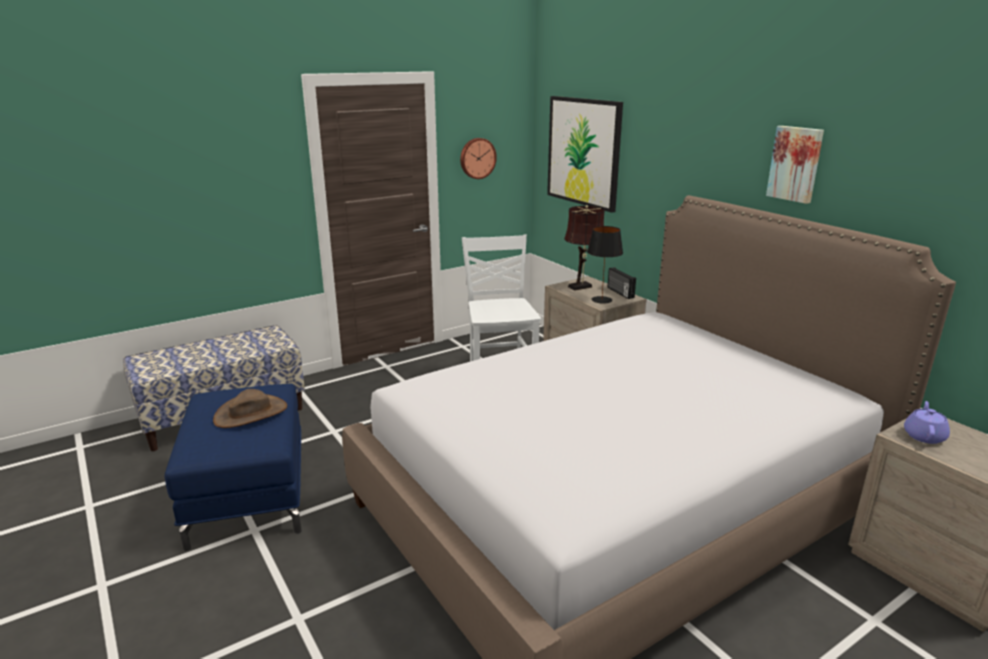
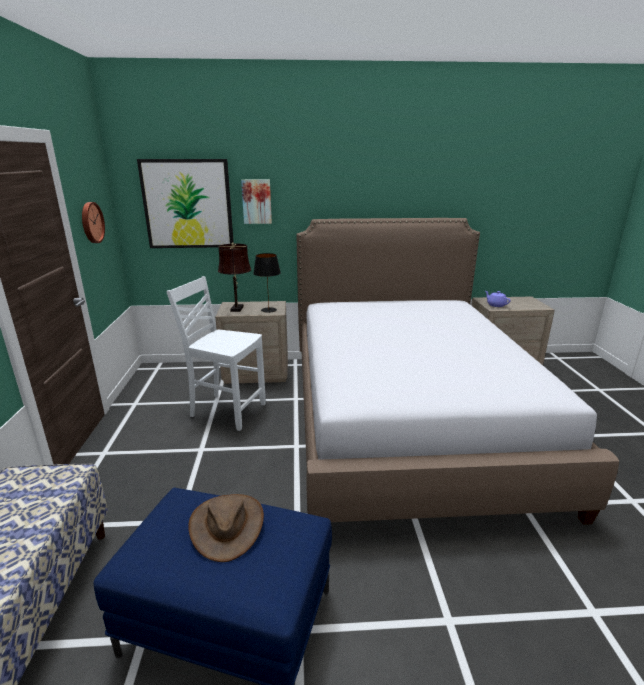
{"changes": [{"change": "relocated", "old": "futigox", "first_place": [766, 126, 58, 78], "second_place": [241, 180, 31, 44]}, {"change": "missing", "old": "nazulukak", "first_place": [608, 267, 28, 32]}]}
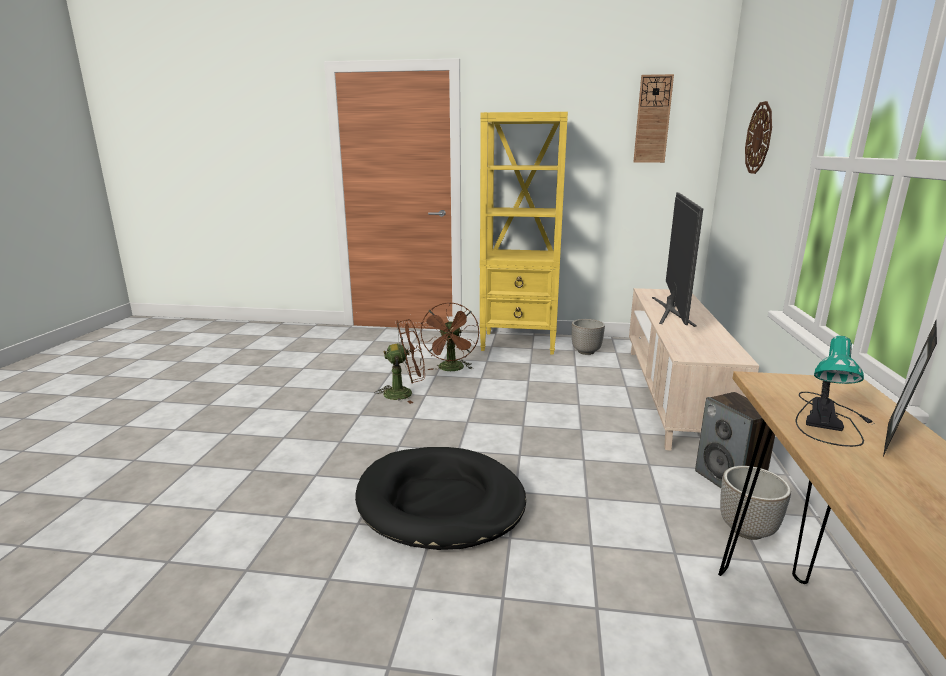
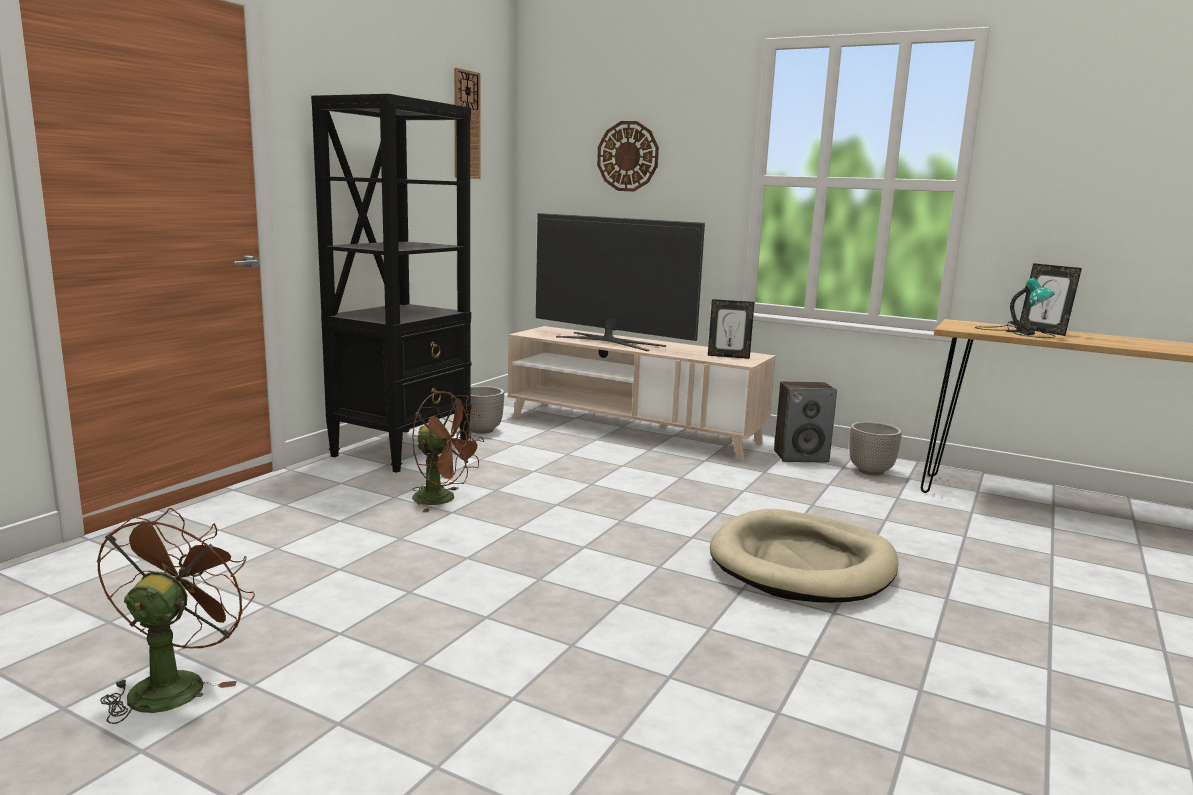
{"changes": [{"change": "colour", "old": "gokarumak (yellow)", "new": "gokarumak (black)", "first_place": [480, 112, 88, 243], "second_place": [311, 94, 160, 379]}, {"change": "relocated", "old": "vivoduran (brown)", "first_place": [374, 319, 51, 85], "second_place": [97, 508, 158, 216]}, {"change": "colour", "old": "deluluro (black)", "new": "deluluro (beige)", "first_place": [355, 447, 171, 103], "second_place": [710, 509, 188, 94]}, {"change": "appeared", "new": "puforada", "second_place": [708, 299, 46, 60]}]}
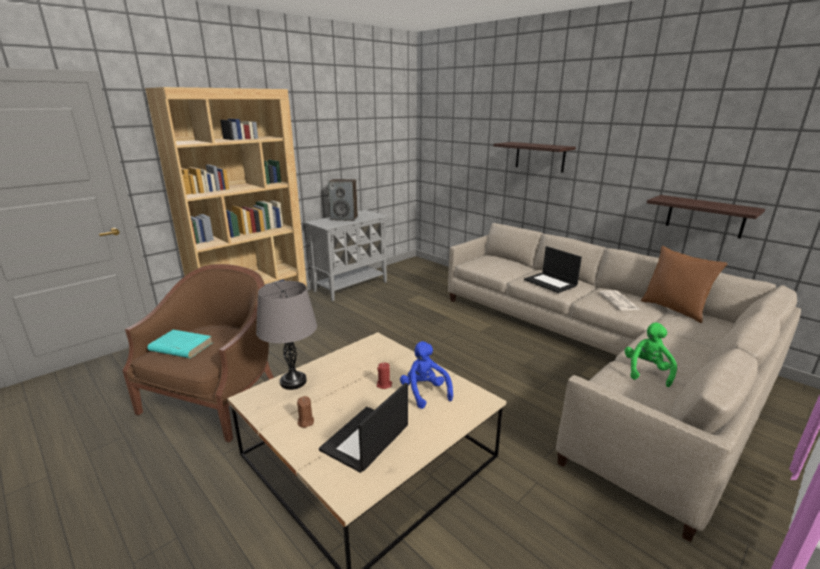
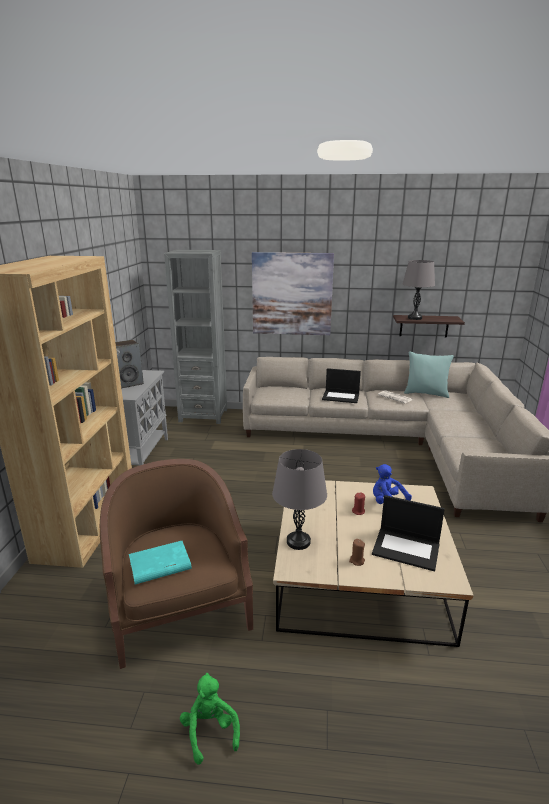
{"changes": [{"change": "exchanged", "old": "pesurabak", "new": "futigox", "first_place": [493, 142, 83, 31], "second_place": [252, 252, 82, 83]}, {"change": "colour", "old": "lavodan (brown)", "new": "lavodan (turquoise)", "first_place": [641, 246, 87, 77], "second_place": [404, 351, 50, 47]}, {"change": "relocated", "old": "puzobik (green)", "first_place": [625, 322, 52, 65], "second_place": [180, 673, 60, 92]}, {"change": "spun", "old": "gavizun", "first_place": [319, 383, 89, 90], "second_place": [372, 495, 73, 77], "degrees": -60}, {"change": "appeared", "new": "gokarumak (grey)", "second_place": [164, 250, 63, 174]}, {"change": "appeared", "new": "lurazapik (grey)", "second_place": [403, 260, 32, 60]}]}
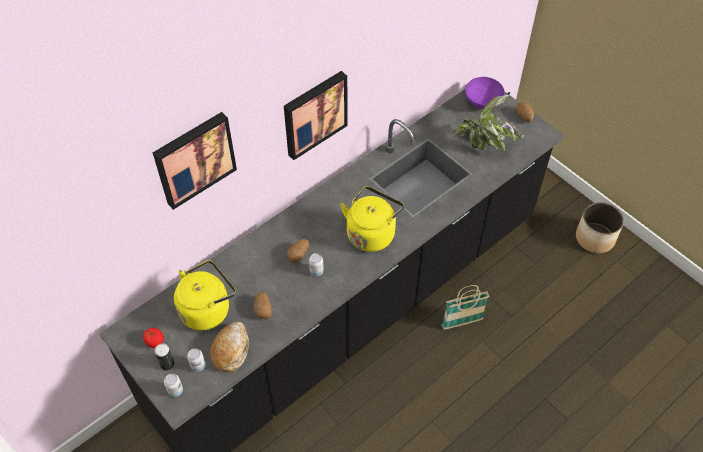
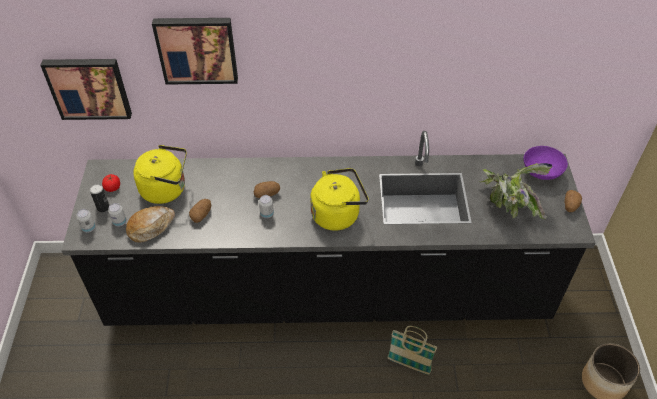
{"changes": [{"change": "relocated", "old": "futigox", "first_place": [284, 71, 64, 89], "second_place": [40, 59, 92, 61]}]}
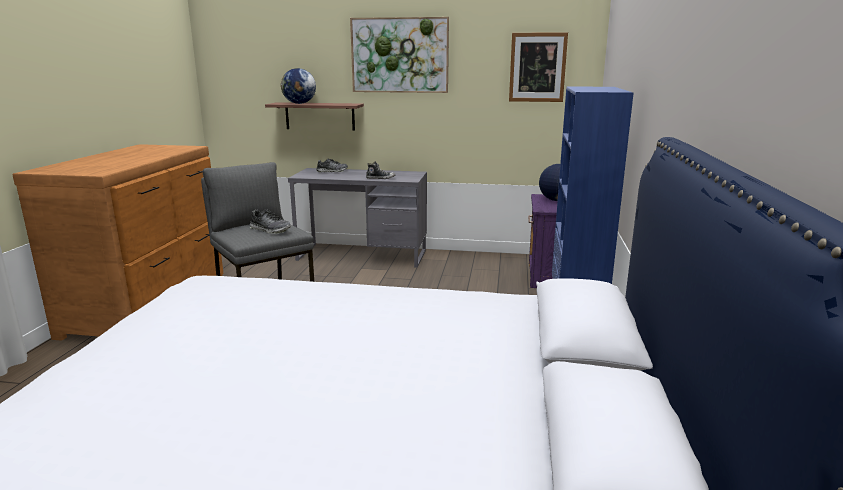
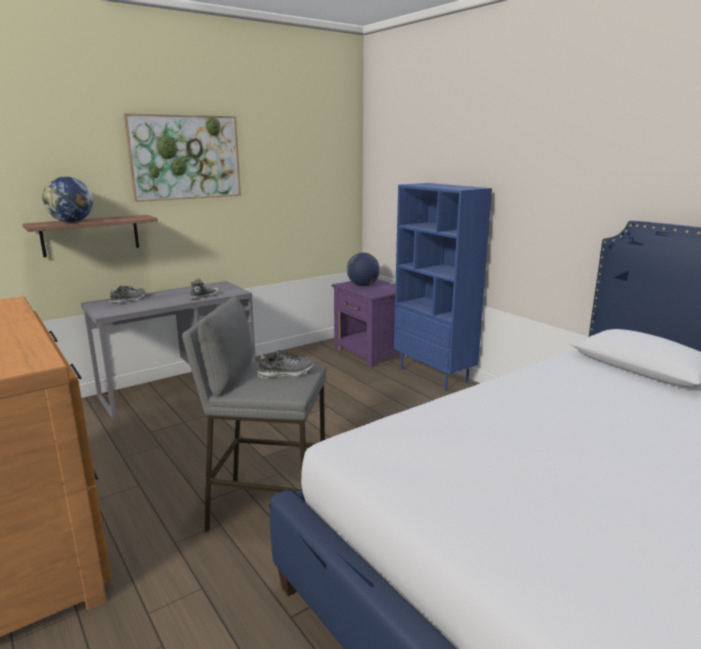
{"changes": [{"change": "missing", "old": "futigox", "first_place": [509, 32, 59, 70]}]}
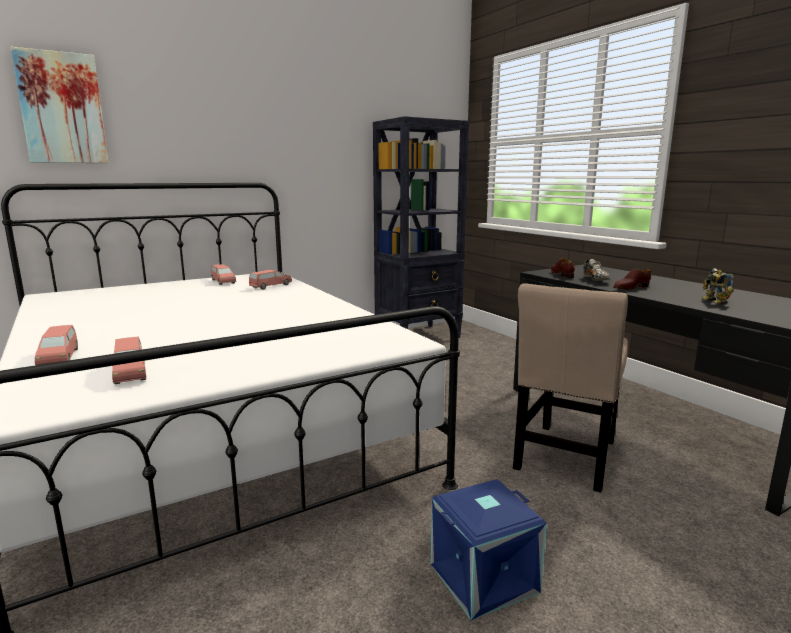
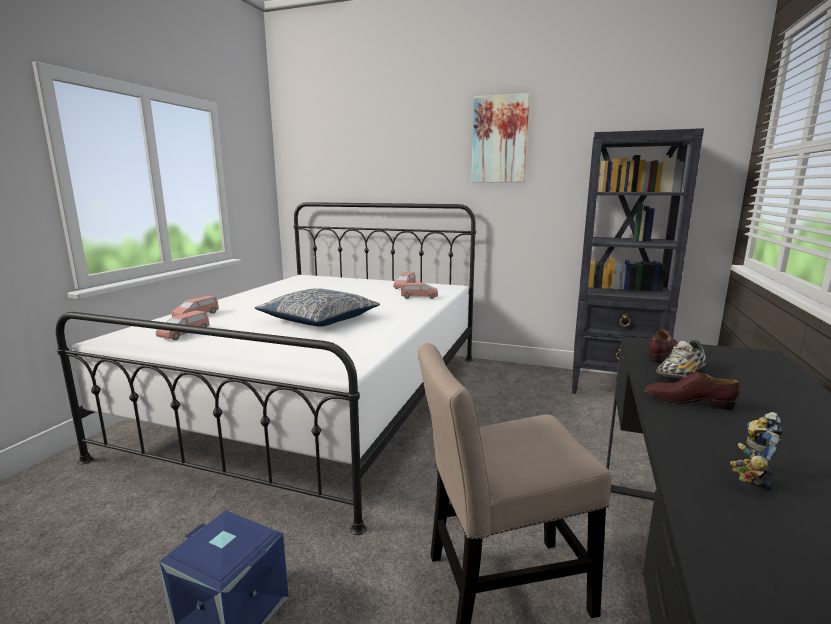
{"changes": [{"change": "relocated", "old": "futigox", "first_place": [11, 47, 97, 116], "second_place": [471, 93, 59, 89]}, {"change": "appeared", "new": "lavodan", "second_place": [255, 288, 125, 38]}]}
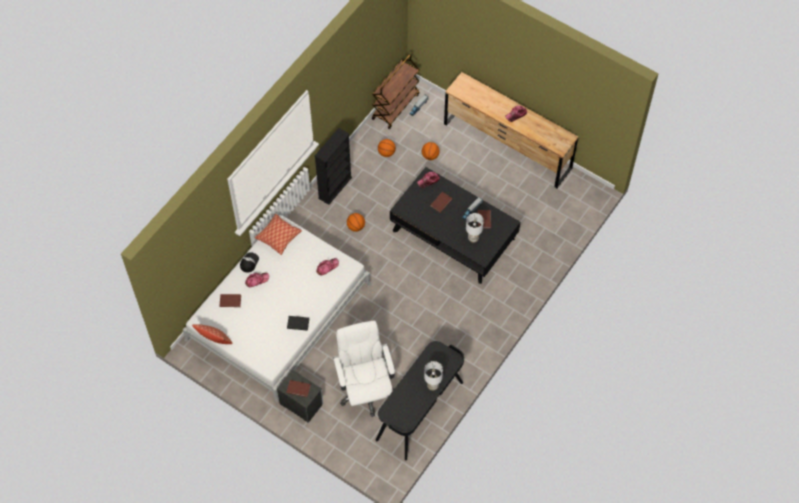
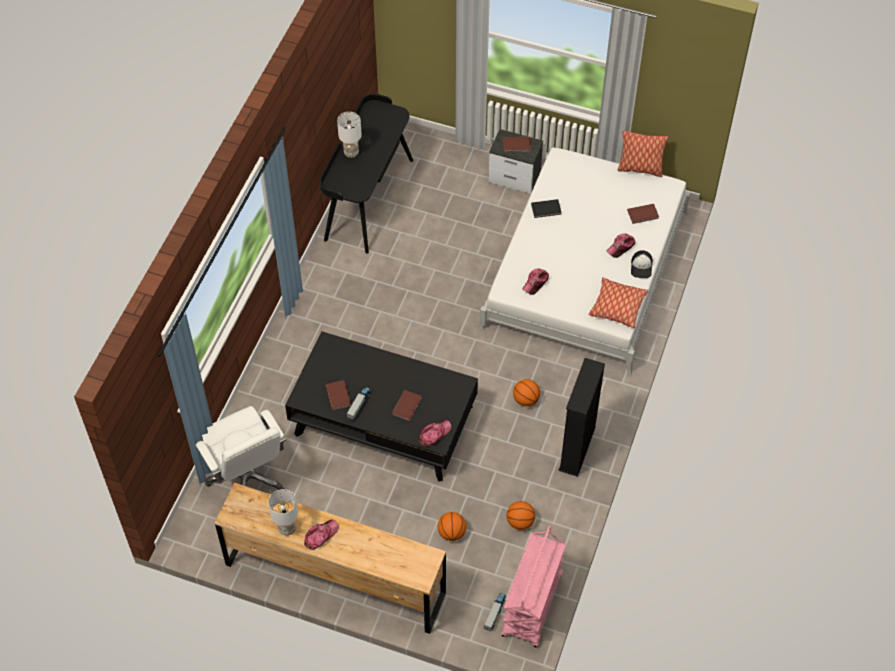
{"changes": [{"change": "colour", "old": "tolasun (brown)", "new": "tolasun (pink)", "first_place": [372, 55, 48, 74], "second_place": [501, 526, 65, 122]}, {"change": "relocated", "old": "lurazapik (white)", "first_place": [466, 213, 18, 30], "second_place": [268, 489, 30, 46]}, {"change": "relocated", "old": "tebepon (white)", "first_place": [333, 321, 62, 96], "second_place": [196, 406, 90, 84]}]}
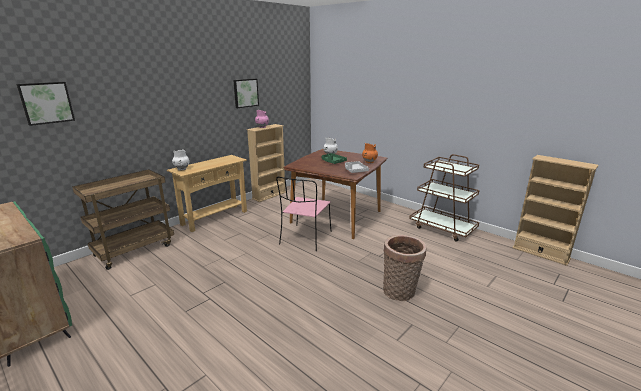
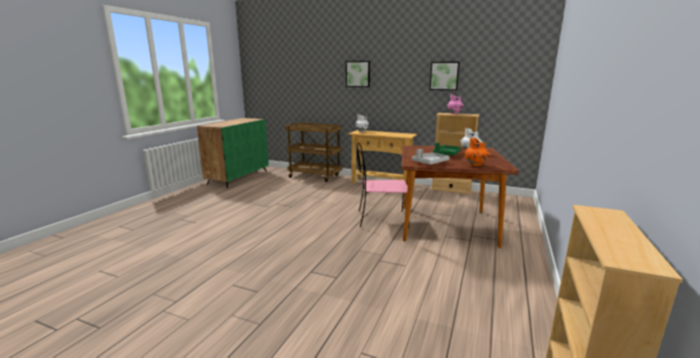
{"changes": [{"change": "relocated", "old": "futigox", "first_place": [17, 82, 58, 44], "second_place": [346, 61, 24, 26]}, {"change": "missing", "old": "tolasun (brown)", "first_place": [409, 154, 70, 87]}, {"change": "missing", "old": "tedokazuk", "first_place": [383, 235, 44, 66]}]}
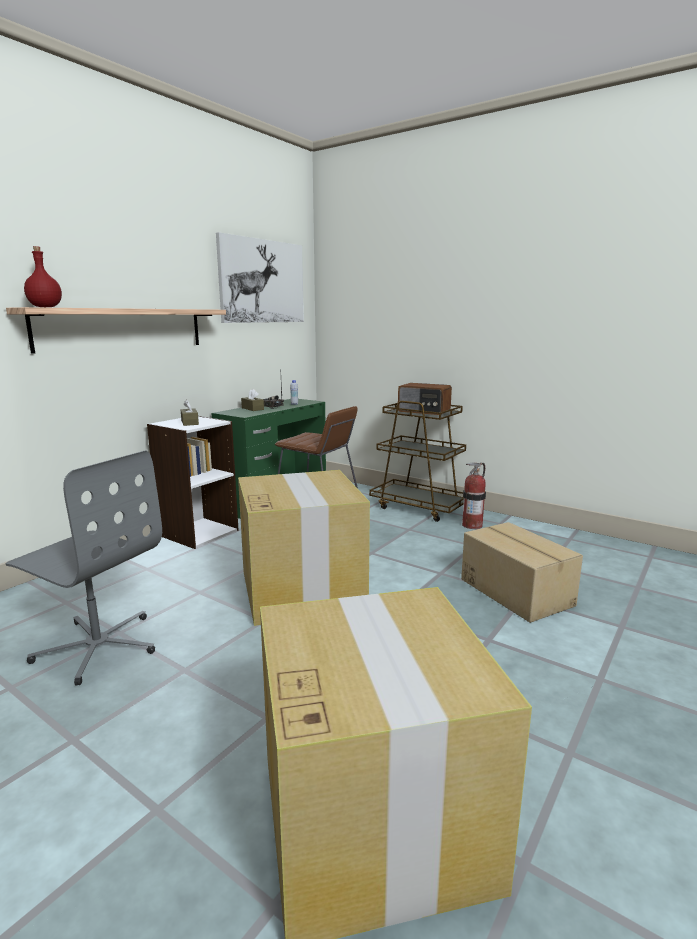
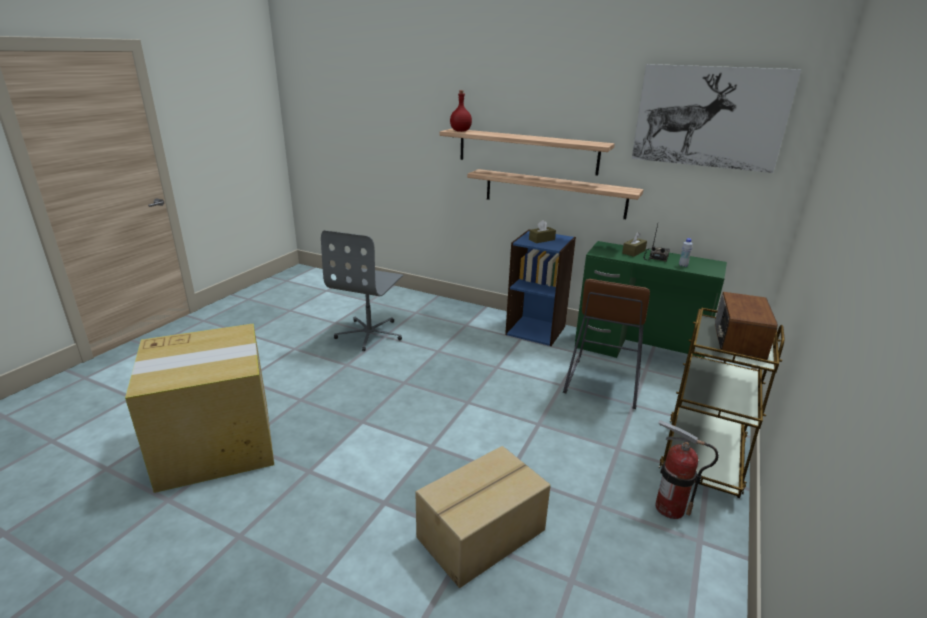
{"changes": [{"change": "colour", "old": "gokarumak (white)", "new": "gokarumak (blue)", "first_place": [147, 416, 92, 133], "second_place": [505, 229, 71, 117]}, {"change": "missing", "old": "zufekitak", "first_place": [238, 470, 132, 156]}, {"change": "appeared", "new": "pesurabak", "second_place": [467, 169, 177, 50]}]}
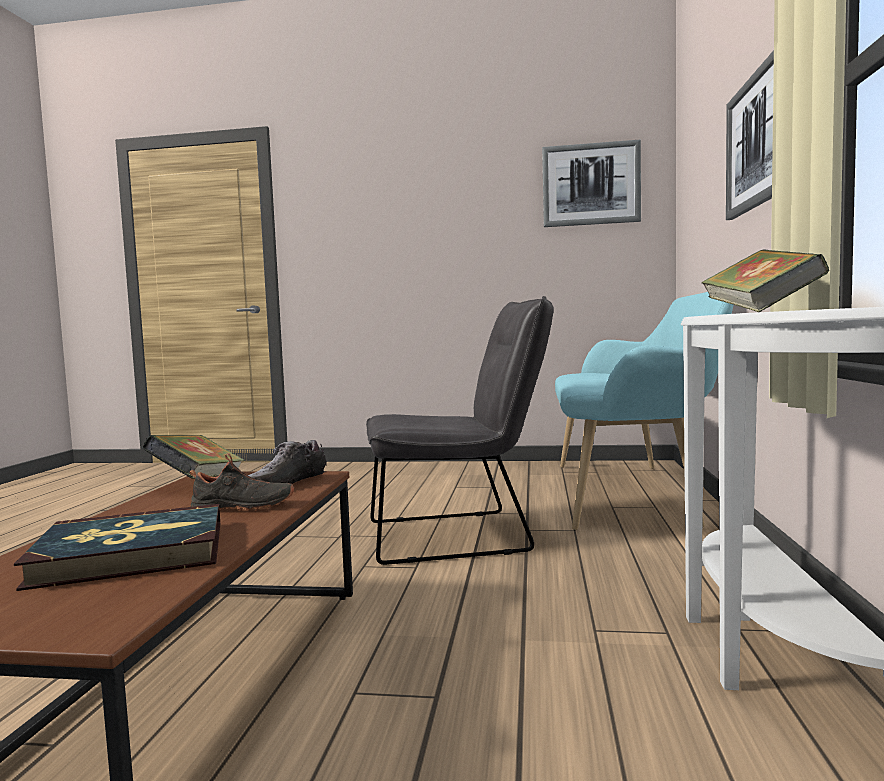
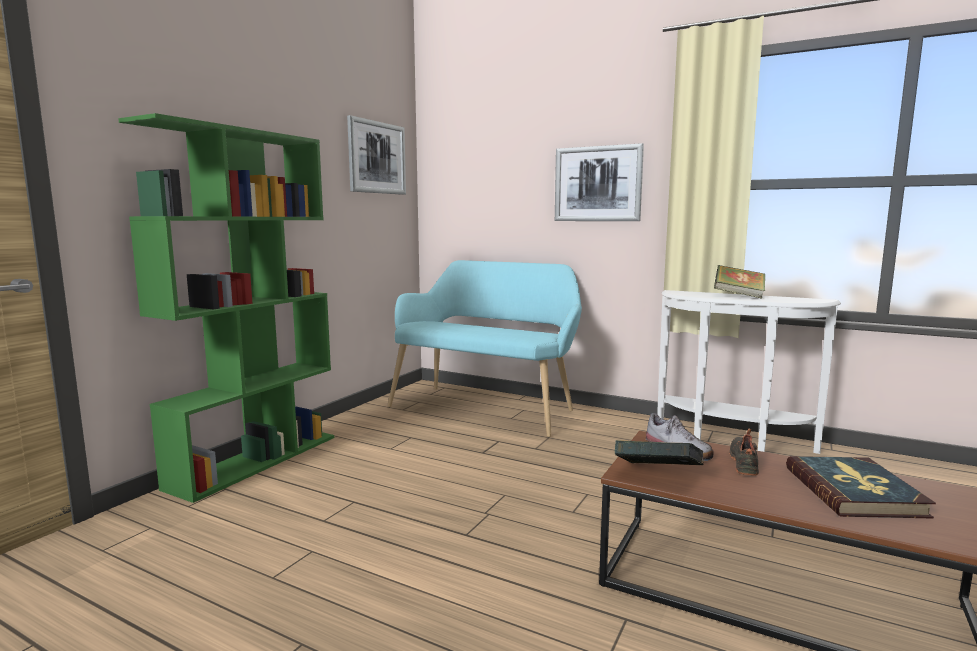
{"changes": [{"change": "missing", "old": "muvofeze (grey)", "first_place": [366, 296, 187, 269]}, {"change": "appeared", "new": "gokarumak (green)", "second_place": [118, 113, 216, 390]}]}
